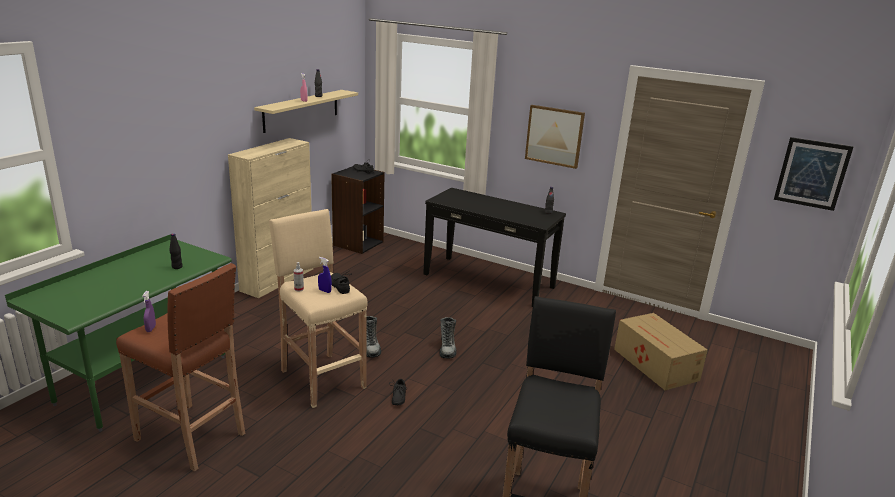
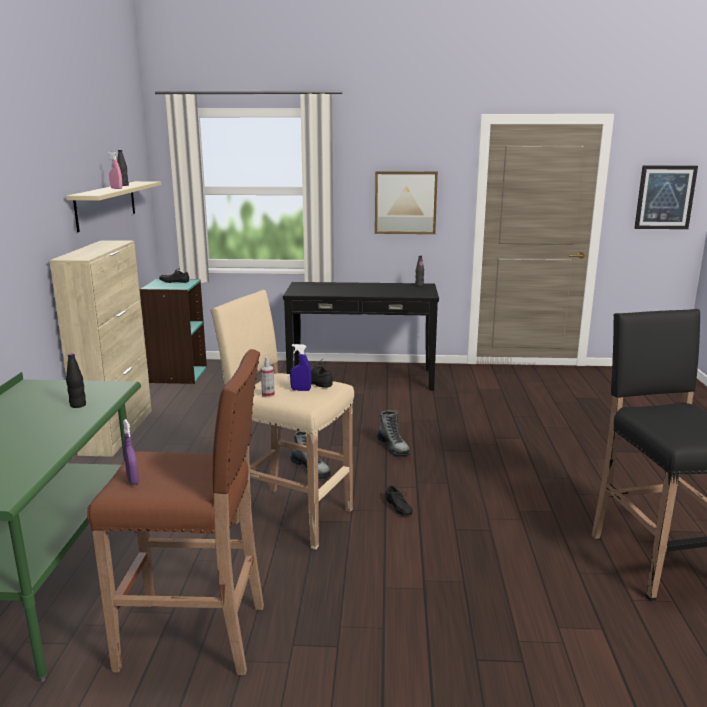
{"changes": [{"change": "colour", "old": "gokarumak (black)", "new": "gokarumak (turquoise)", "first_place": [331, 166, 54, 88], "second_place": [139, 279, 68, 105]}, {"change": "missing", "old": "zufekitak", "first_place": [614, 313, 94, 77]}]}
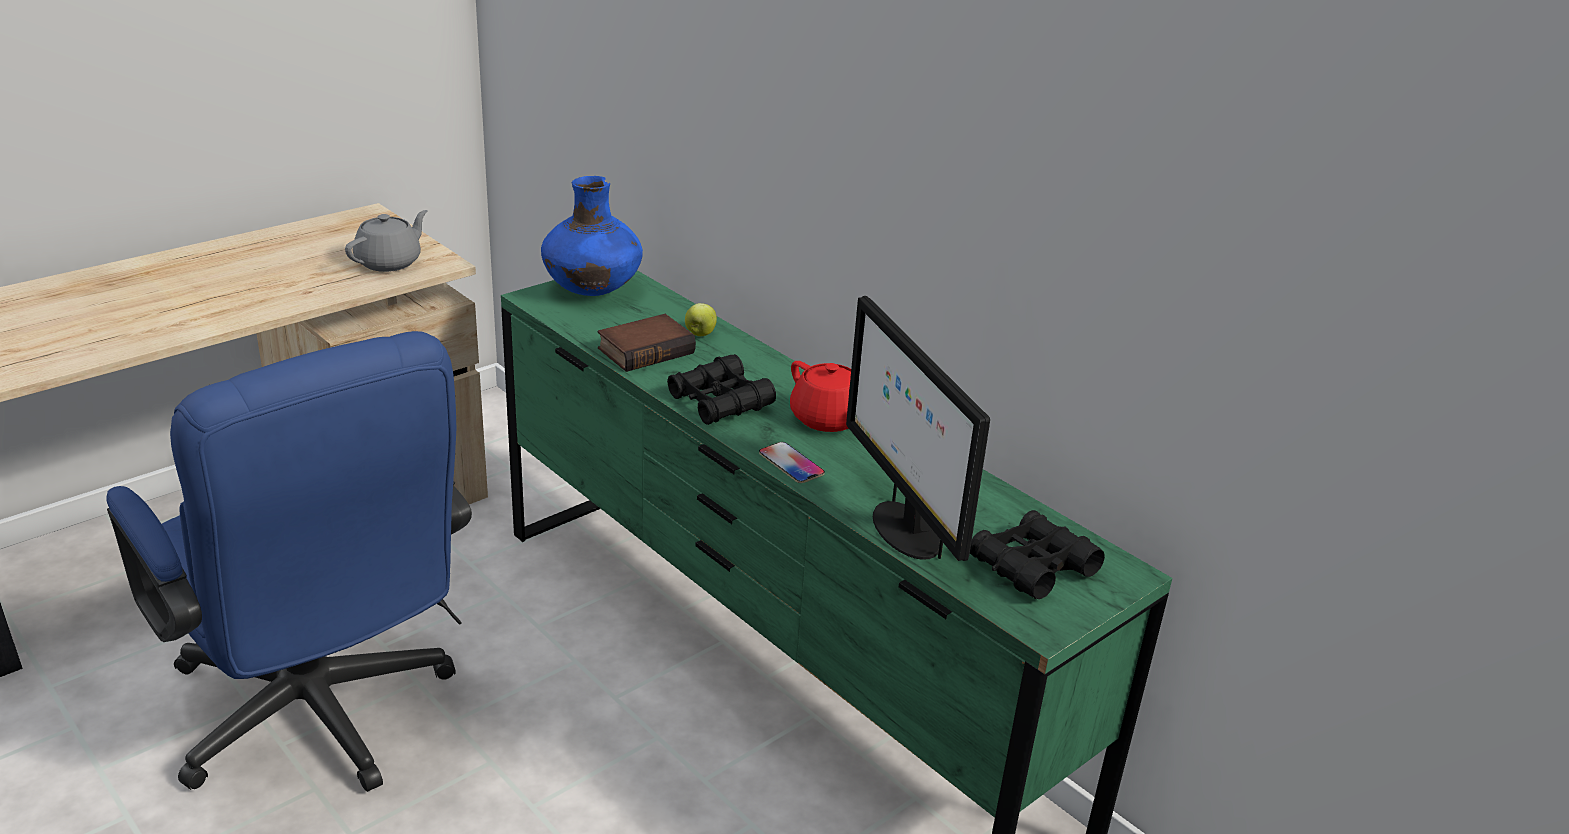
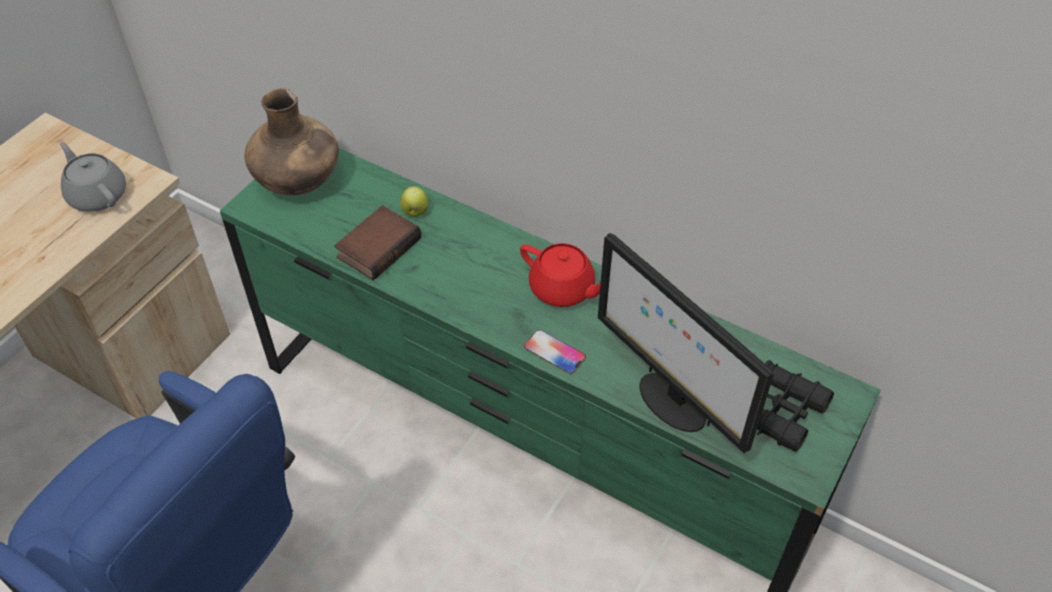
{"changes": [{"change": "colour", "old": "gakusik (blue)", "new": "gakusik (brown)", "first_place": [541, 176, 102, 120], "second_place": [244, 88, 95, 107]}, {"change": "spun", "old": "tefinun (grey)", "first_place": [345, 210, 83, 62], "second_place": [60, 142, 66, 70], "degrees": -60}, {"change": "missing", "old": "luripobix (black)", "first_place": [667, 354, 109, 71]}]}
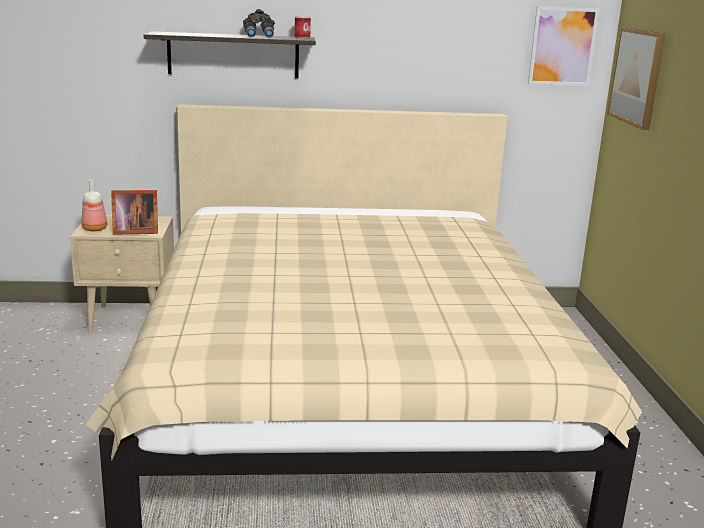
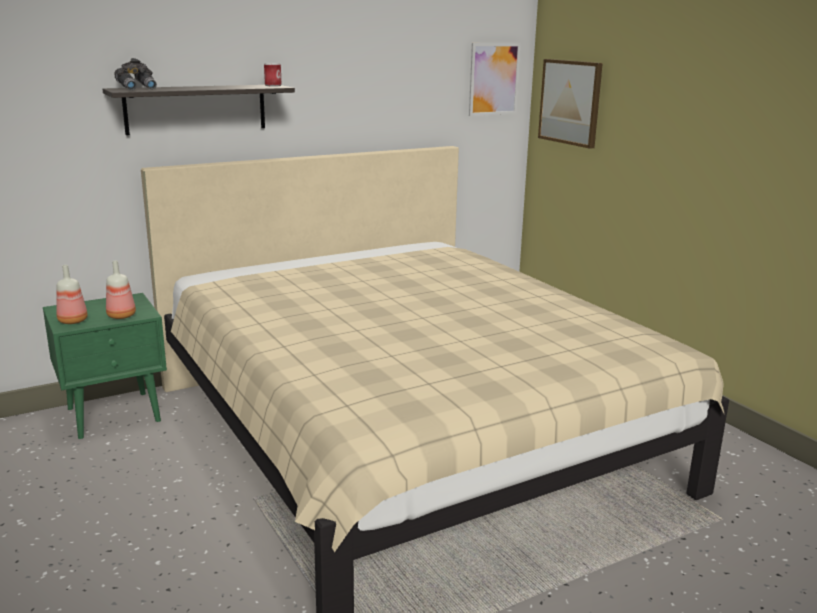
{"changes": [{"change": "relocated", "old": "luripobix (grey)", "first_place": [243, 9, 32, 29], "second_place": [114, 58, 43, 33]}, {"change": "exchanged", "old": "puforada", "new": "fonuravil", "first_place": [111, 190, 47, 45], "second_place": [106, 261, 30, 58]}, {"change": "colour", "old": "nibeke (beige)", "new": "nibeke (green)", "first_place": [70, 215, 104, 117], "second_place": [43, 293, 124, 146]}]}
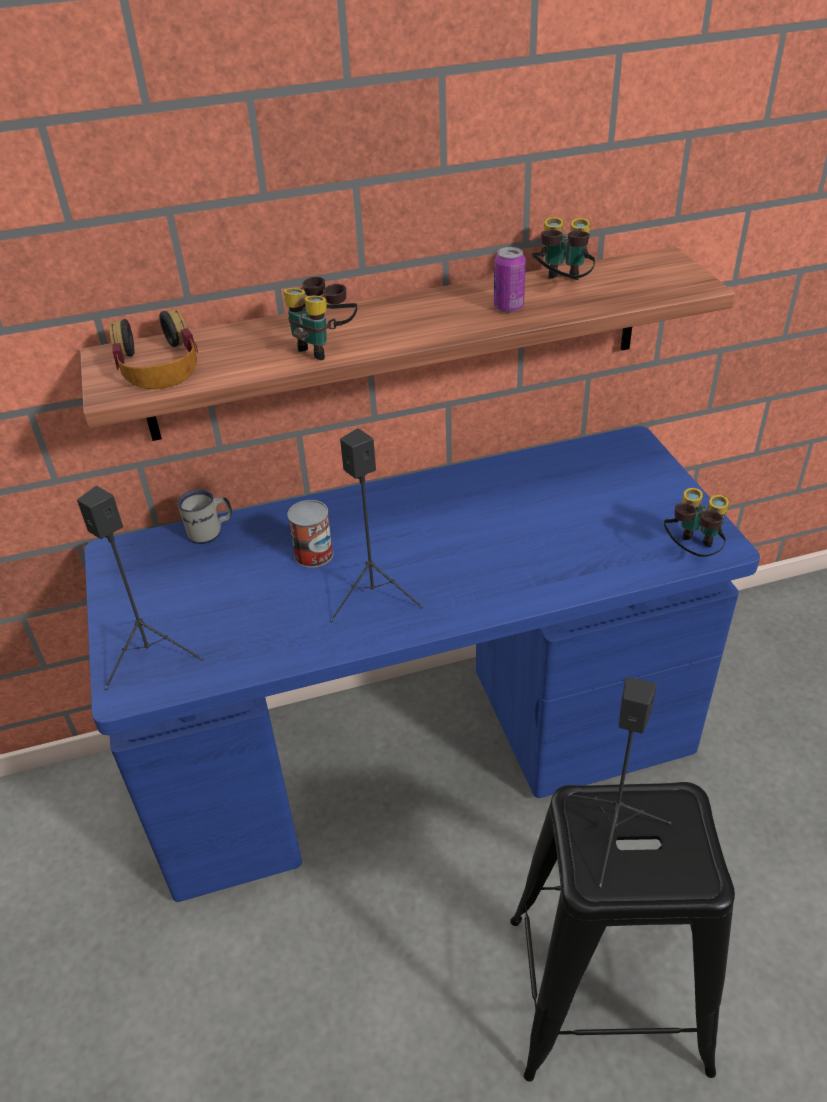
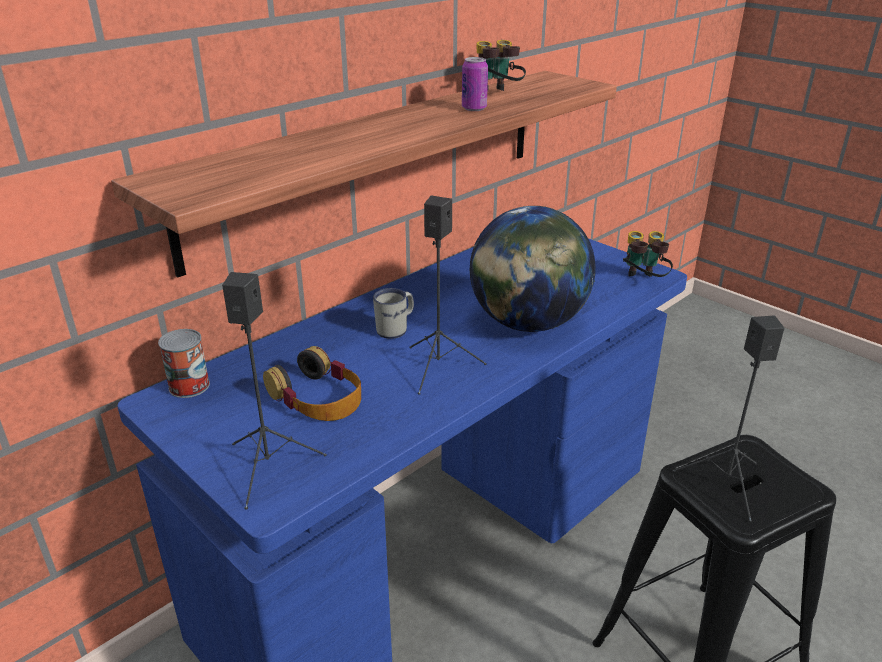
{"changes": [{"change": "missing", "old": "luripobix", "first_place": [284, 277, 73, 83]}, {"change": "relocated", "old": "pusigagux", "first_place": [109, 309, 89, 80], "second_place": [263, 346, 98, 75]}, {"change": "relocated", "old": "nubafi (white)", "first_place": [178, 489, 54, 55], "second_place": [373, 288, 41, 50]}, {"change": "relocated", "old": "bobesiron", "first_place": [287, 500, 47, 68], "second_place": [158, 329, 52, 69]}, {"change": "appeared", "new": "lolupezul", "second_place": [470, 206, 126, 126]}]}
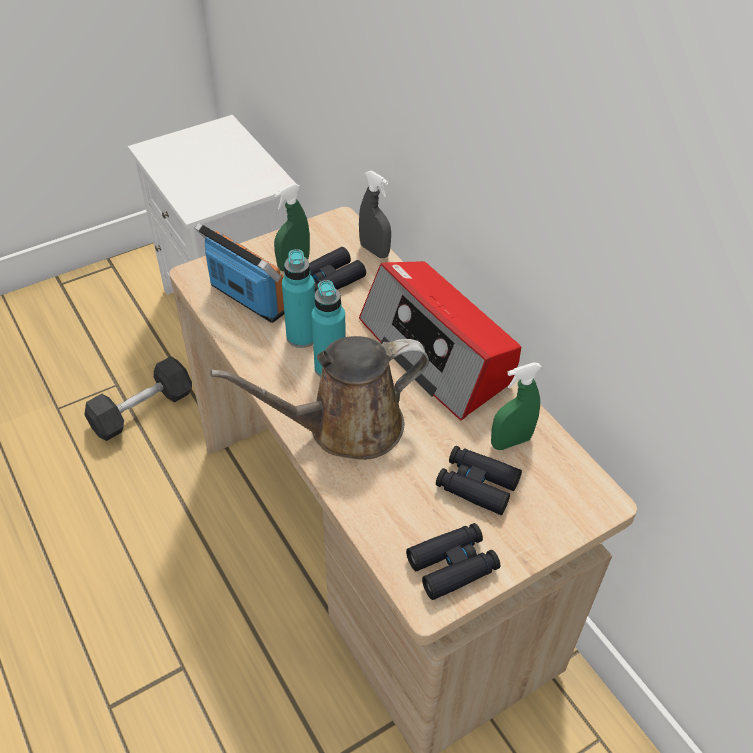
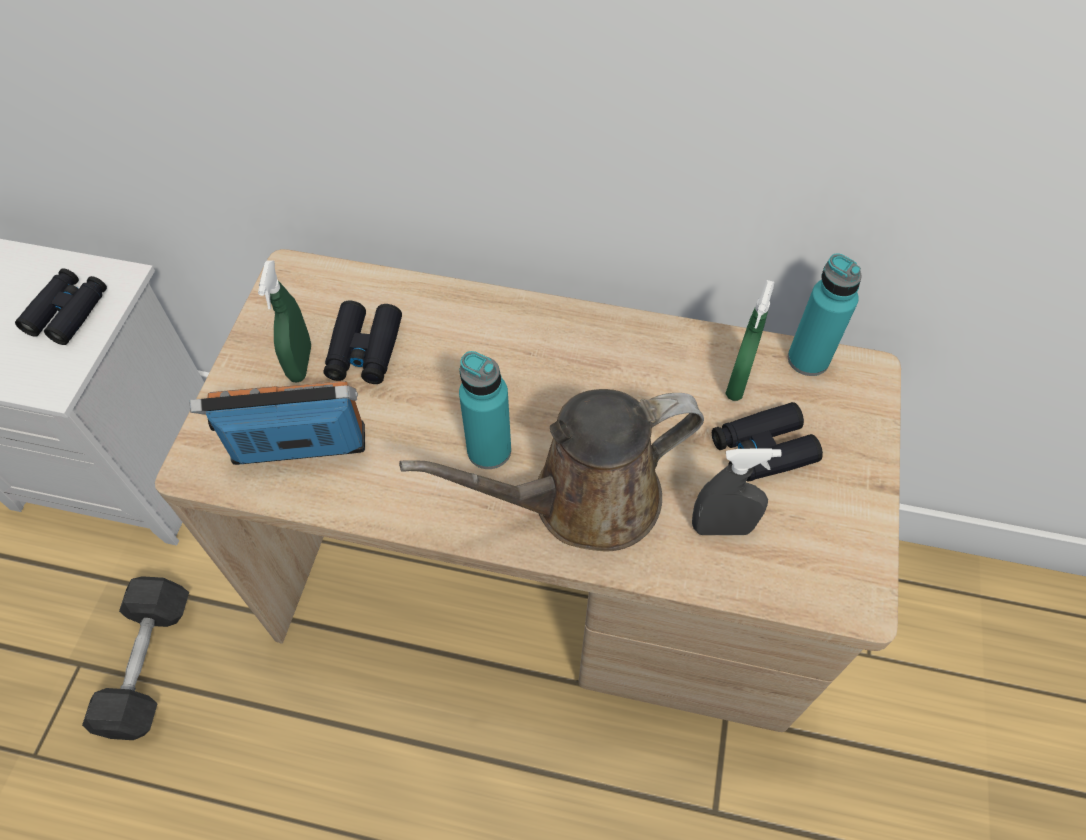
{"changes": [{"change": "relocated", "old": "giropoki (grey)", "first_place": [359, 171, 32, 87], "second_place": [692, 449, 89, 86]}, {"change": "relocated", "old": "fonuravil (turquoise)", "first_place": [282, 249, 33, 99], "second_place": [788, 253, 74, 123]}, {"change": "missing", "old": "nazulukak", "first_place": [359, 261, 162, 160]}, {"change": "spun", "old": "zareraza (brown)", "first_place": [210, 336, 219, 124], "second_place": [399, 389, 305, 163], "degrees": 45}, {"change": "relocated", "old": "luripobix (black)", "first_place": [406, 523, 94, 77], "second_place": [15, 268, 92, 77]}]}
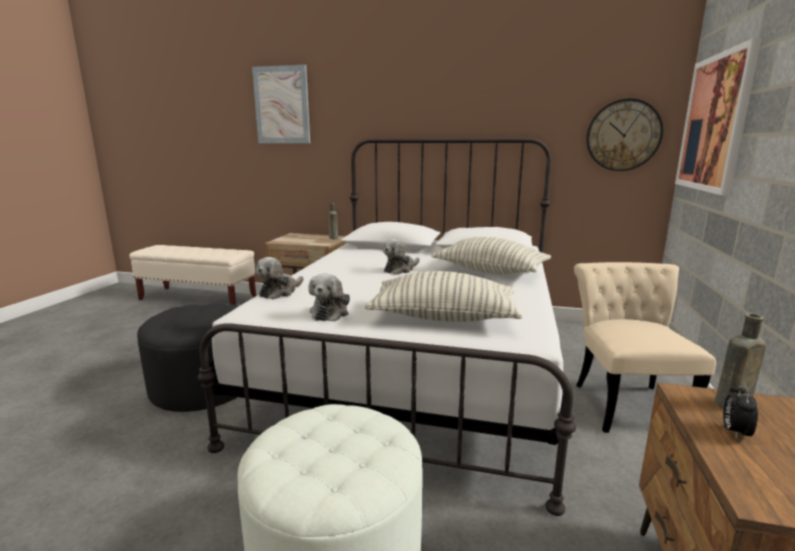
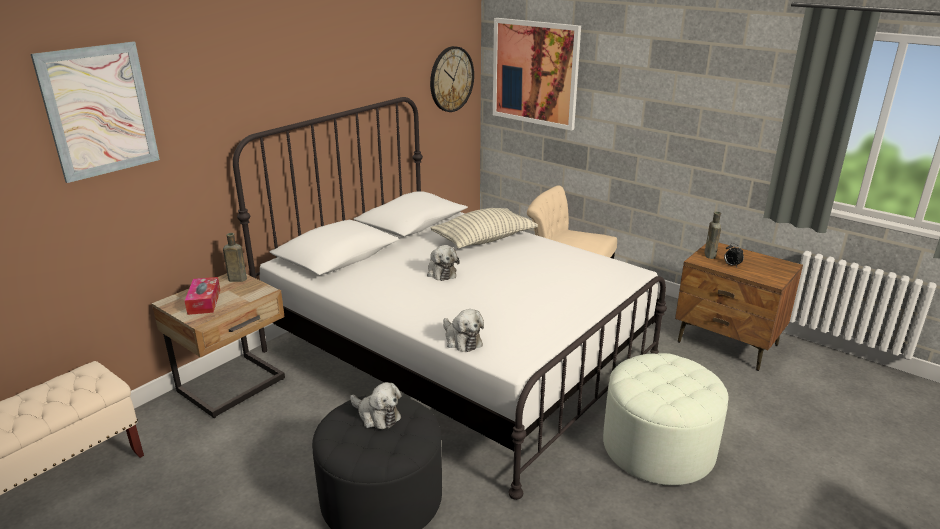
{"changes": [{"change": "missing", "old": "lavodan", "first_place": [365, 271, 157, 51]}, {"change": "relocated", "old": "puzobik", "first_place": [308, 273, 42, 48], "second_place": [350, 382, 51, 47]}, {"change": "appeared", "new": "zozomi", "second_place": [184, 277, 36, 38]}]}
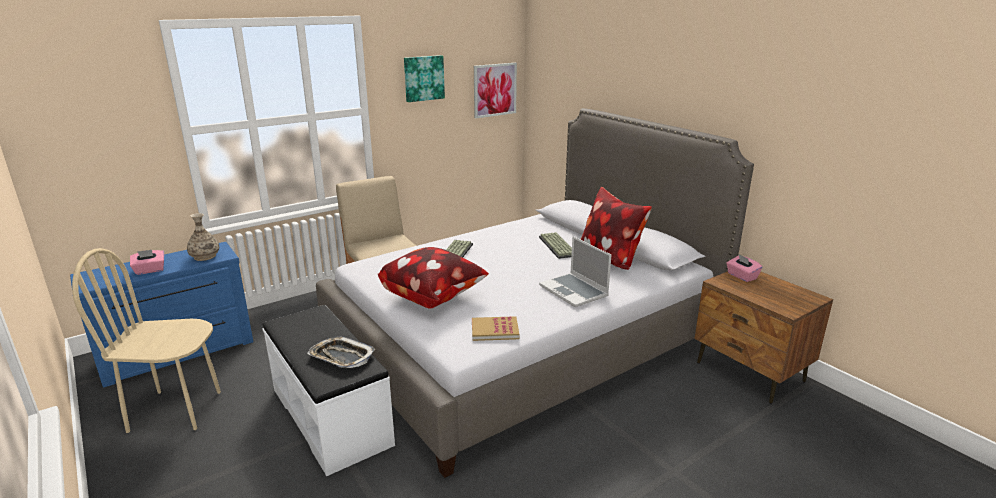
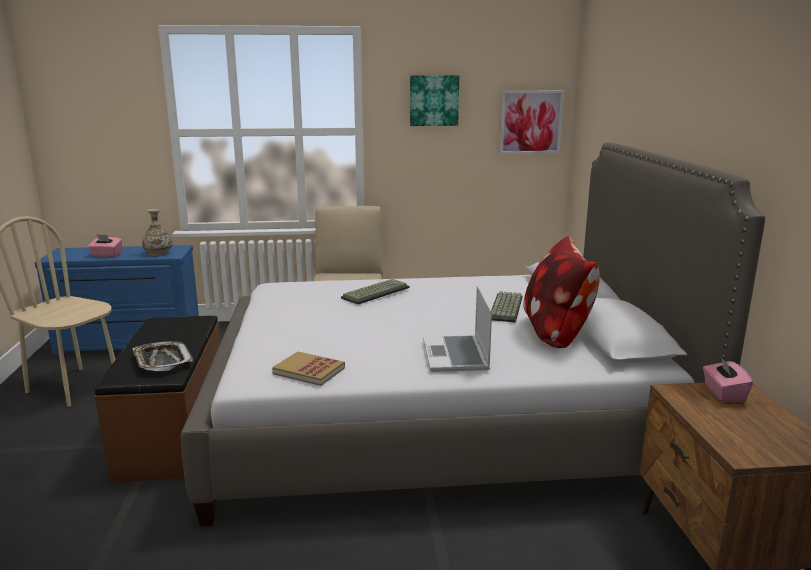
{"changes": [{"change": "missing", "old": "lavodan", "first_place": [378, 247, 111, 62]}, {"change": "colour", "old": "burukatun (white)", "new": "burukatun (brown)", "first_place": [262, 305, 133, 171], "second_place": [94, 316, 126, 166]}]}
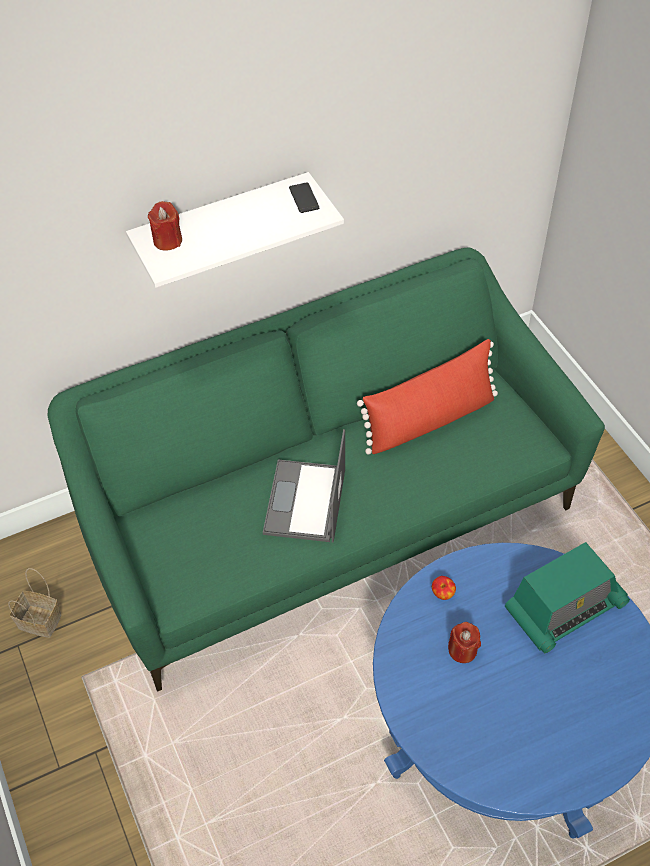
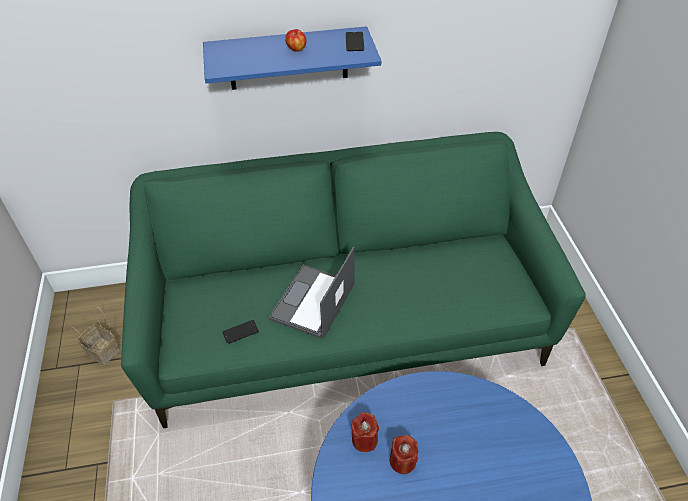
{"changes": [{"change": "colour", "old": "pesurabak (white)", "new": "pesurabak (blue)", "first_place": [126, 172, 218, 116], "second_place": [203, 26, 178, 64]}, {"change": "relocated", "old": "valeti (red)", "first_place": [148, 201, 34, 50], "second_place": [351, 412, 28, 40]}, {"change": "missing", "old": "lavodan (red)", "first_place": [357, 339, 141, 116]}, {"change": "missing", "old": "nazulukak", "first_place": [505, 542, 125, 111]}, {"change": "relocated", "old": "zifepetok", "first_place": [432, 576, 24, 24], "second_place": [285, 29, 21, 23]}, {"change": "appeared", "new": "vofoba", "second_place": [222, 320, 37, 24]}]}
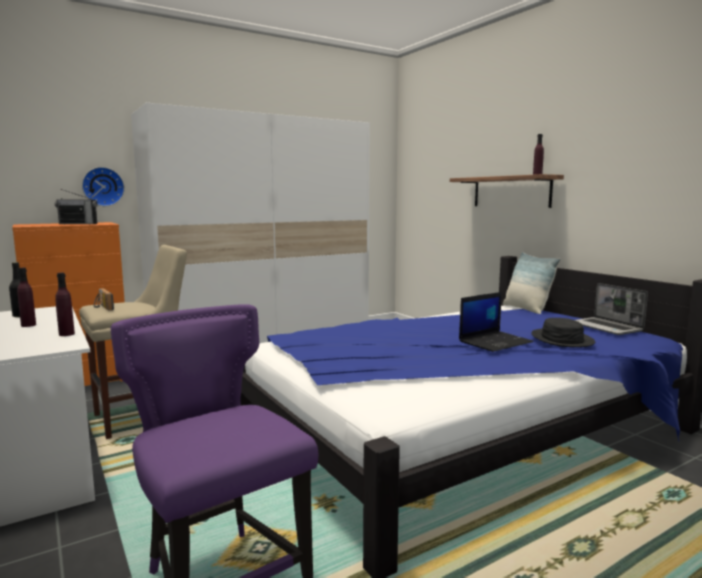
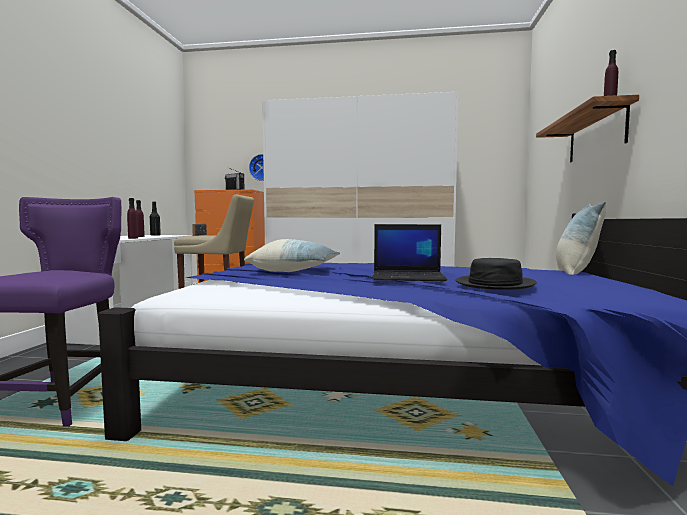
{"changes": [{"change": "missing", "old": "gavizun", "first_place": [575, 283, 73, 52]}, {"change": "appeared", "new": "lavodan", "second_place": [244, 239, 96, 33]}]}
